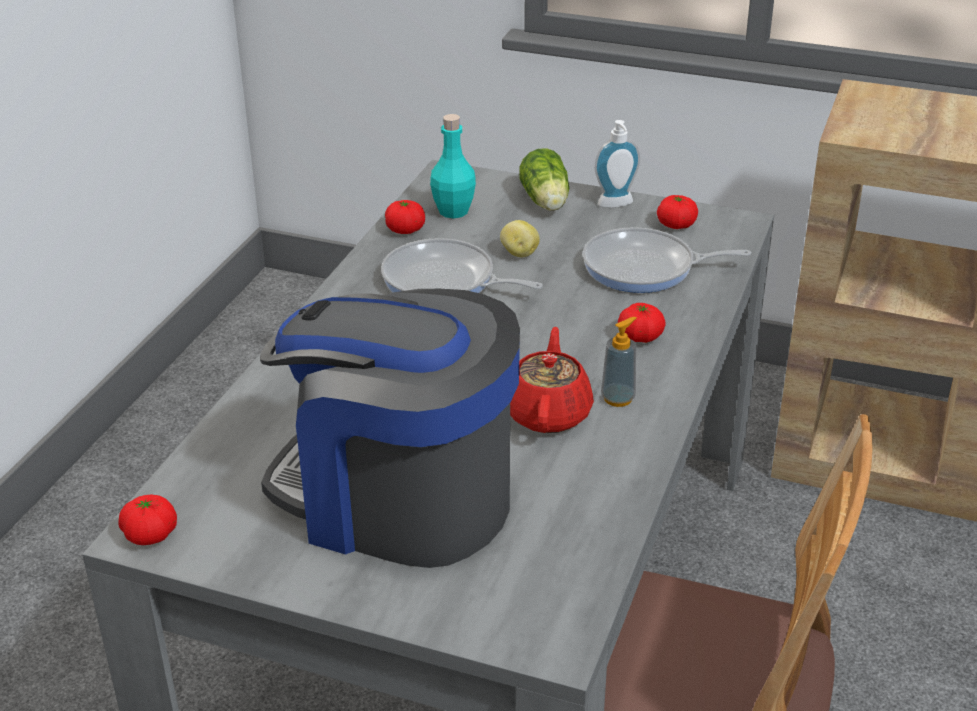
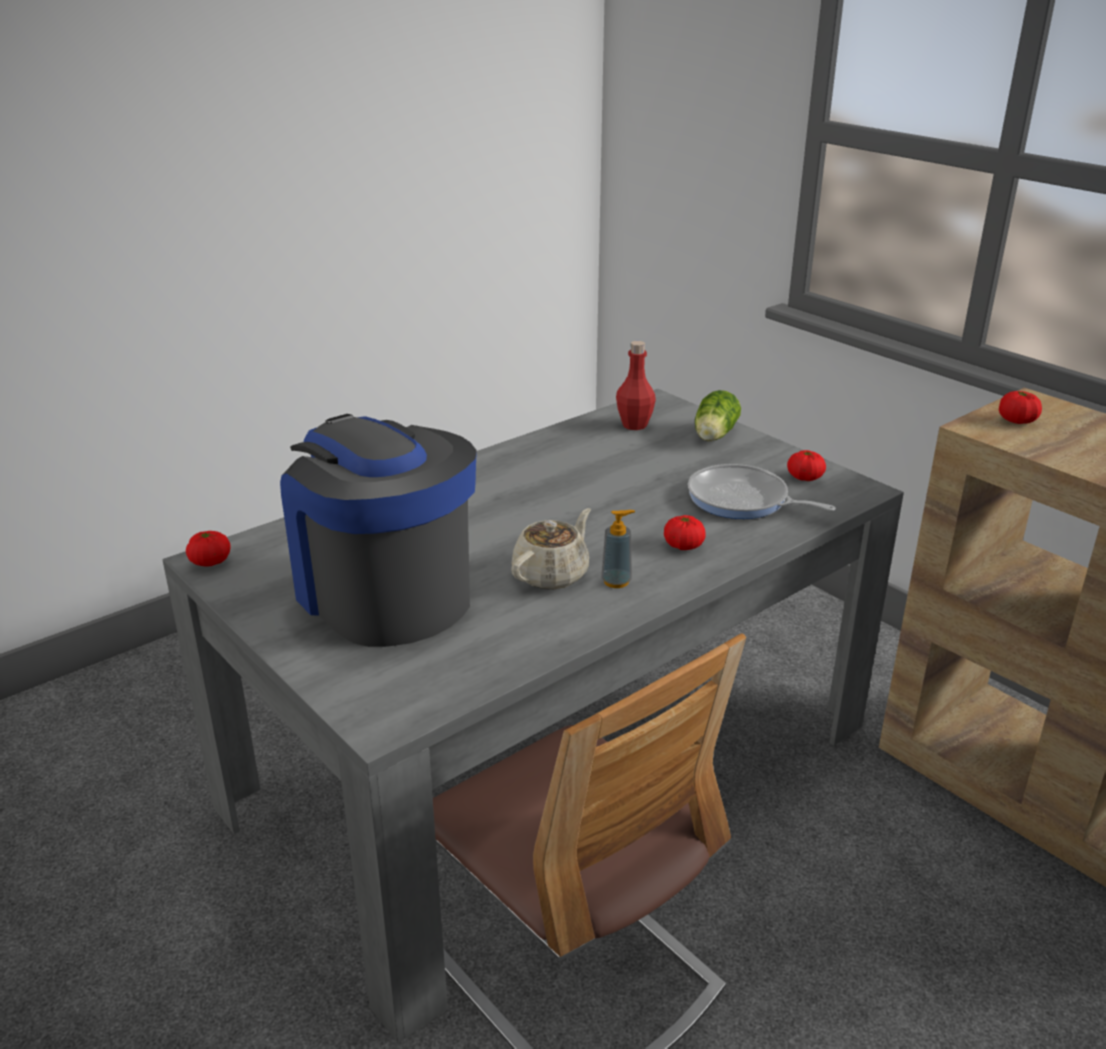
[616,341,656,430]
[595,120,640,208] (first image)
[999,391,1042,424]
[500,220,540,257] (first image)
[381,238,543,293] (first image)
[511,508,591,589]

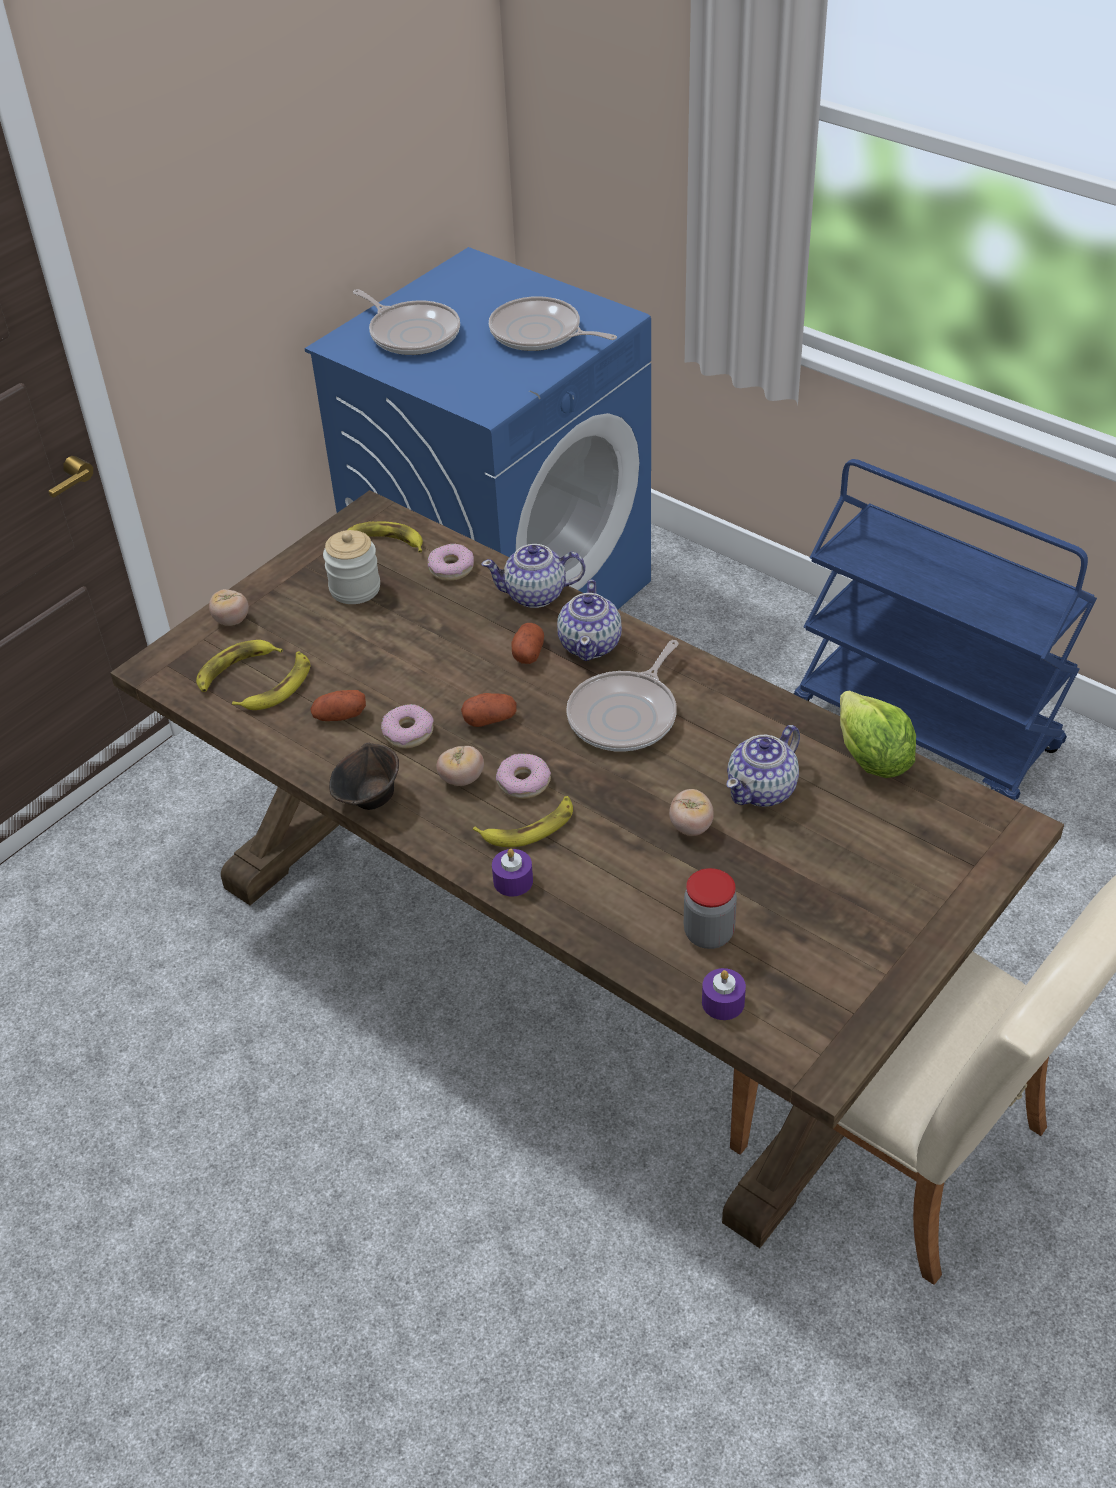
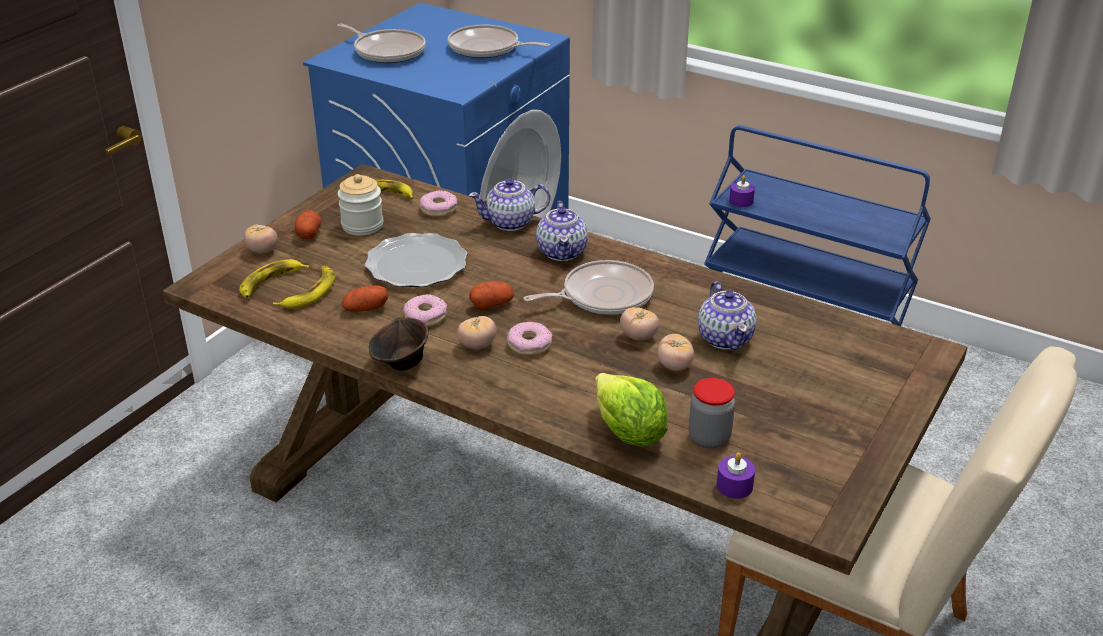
[295,210,321,239]
[523,260,654,315]
[595,373,668,447]
[698,282,757,350]
[473,796,573,847] (first image)
[729,175,755,207]
[365,233,468,287]
[620,307,659,340]

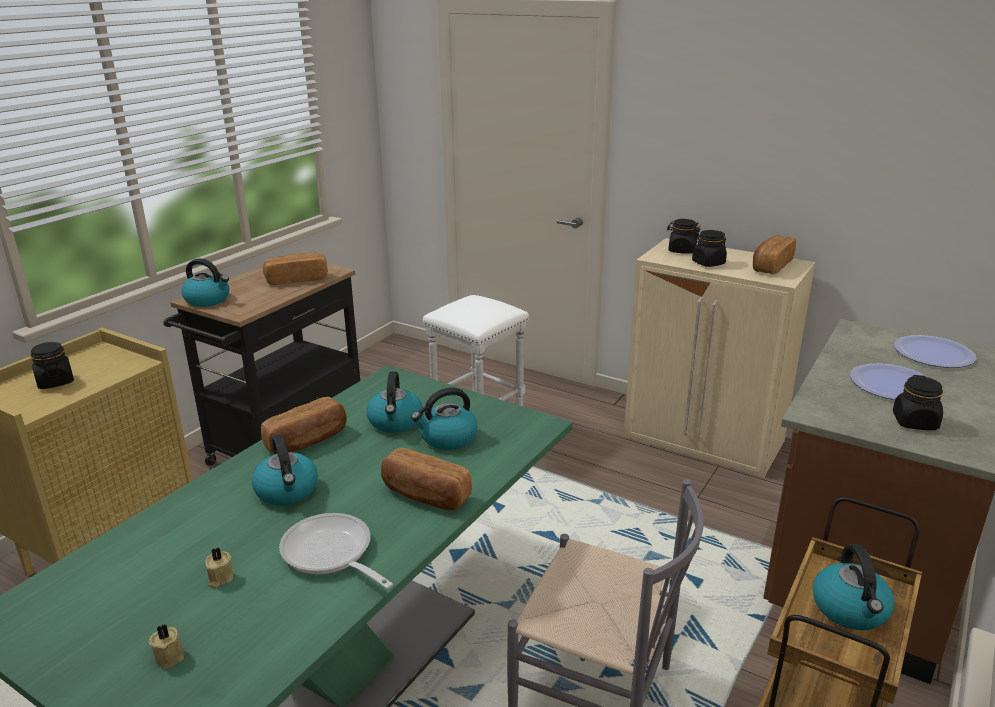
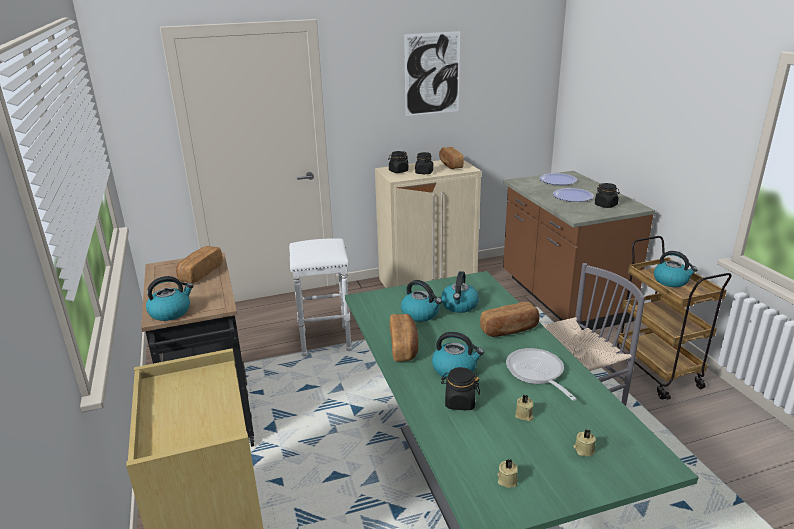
[441,367,480,410]
[506,348,577,401]
[404,31,460,116]
[497,459,518,488]

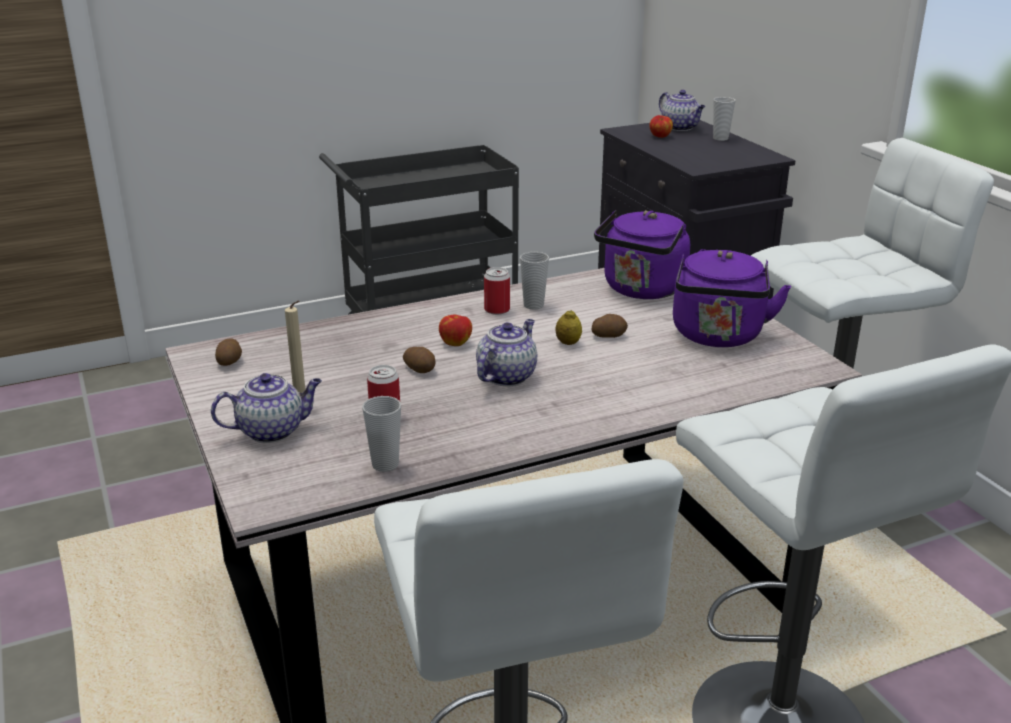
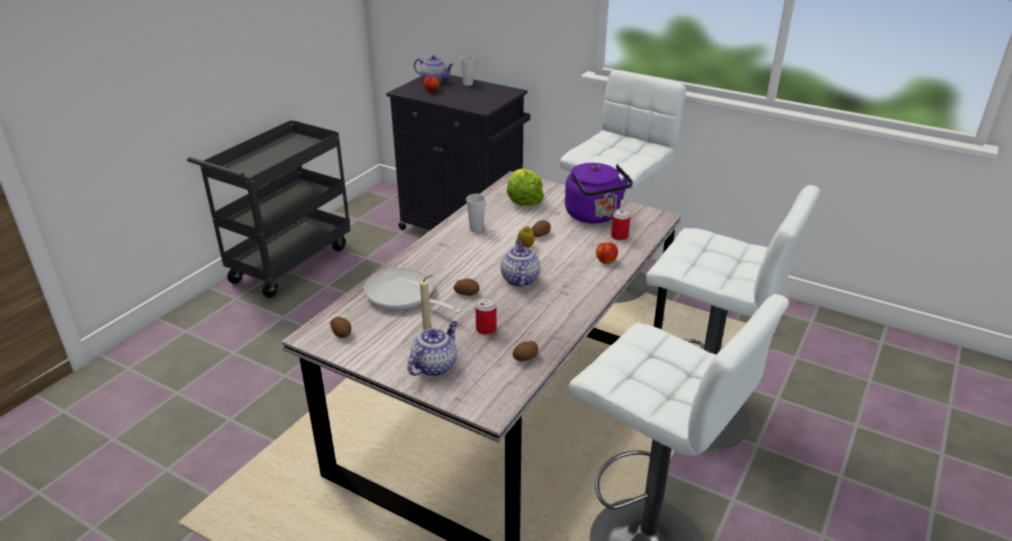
[507,168,544,206]
[611,209,631,241]
[596,242,618,264]
[513,341,538,361]
[364,267,462,313]

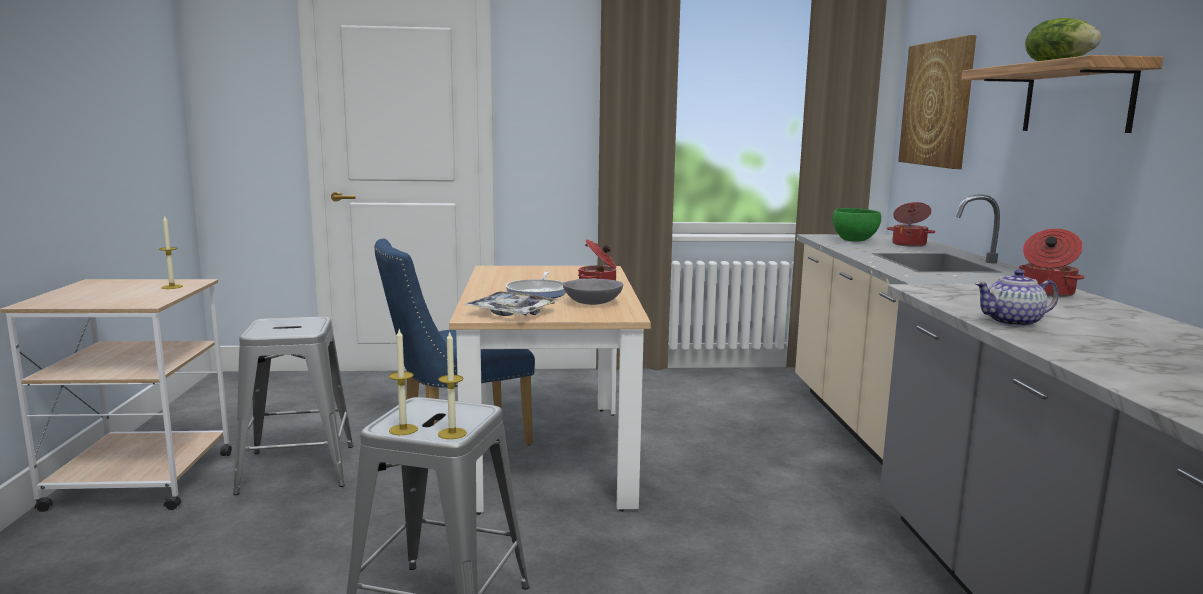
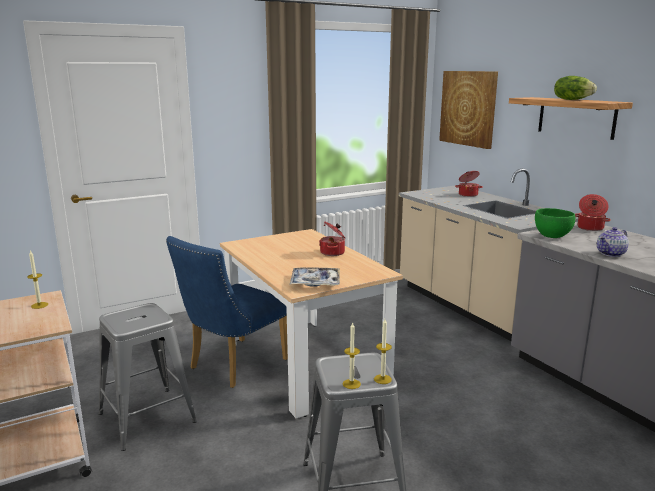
[535,208,575,238]
[506,271,566,298] (first image)
[563,278,623,305] (first image)

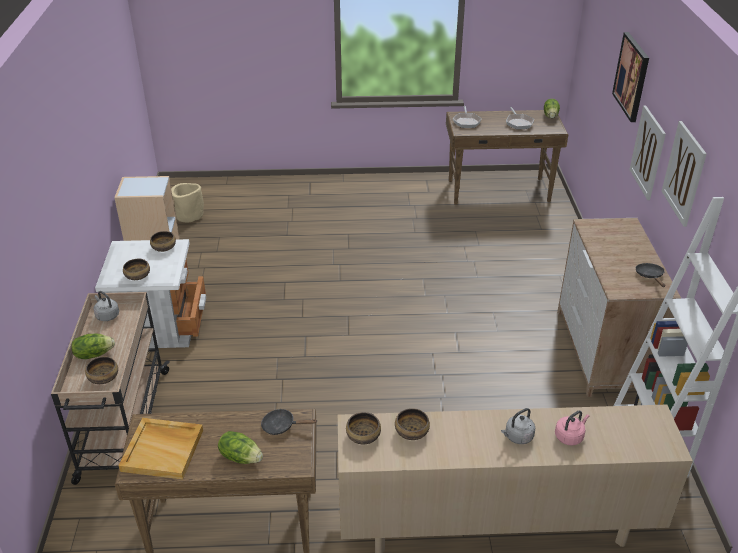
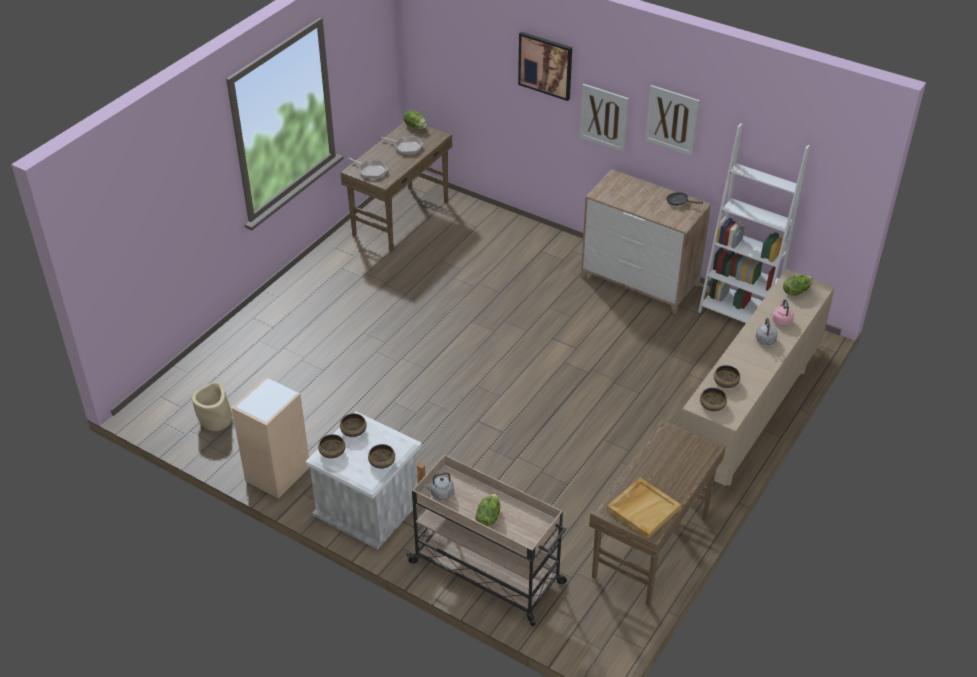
[318,434,346,459]
[261,409,318,435] (first image)
[783,274,813,296]

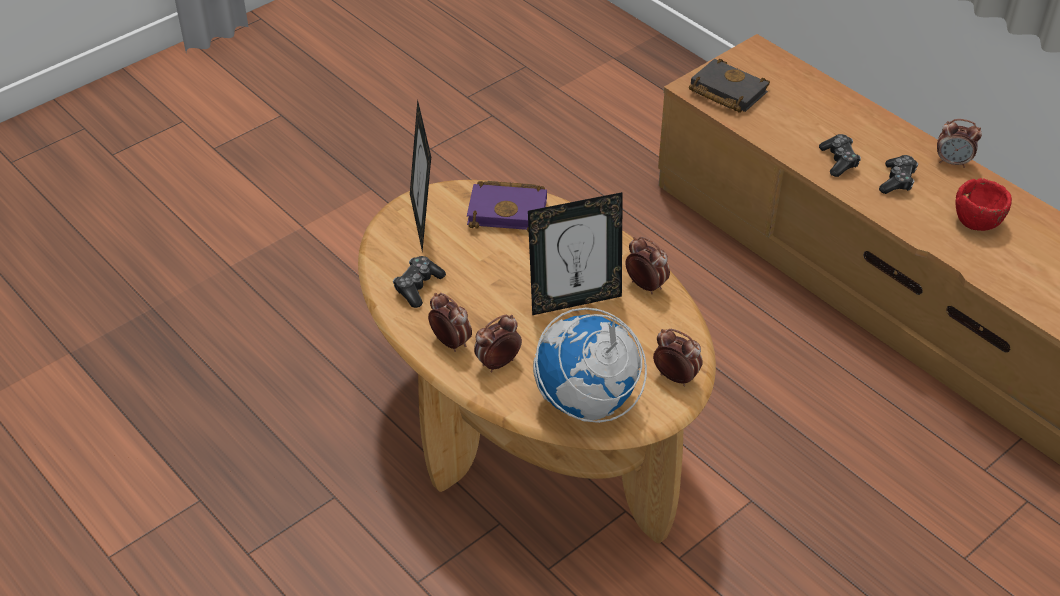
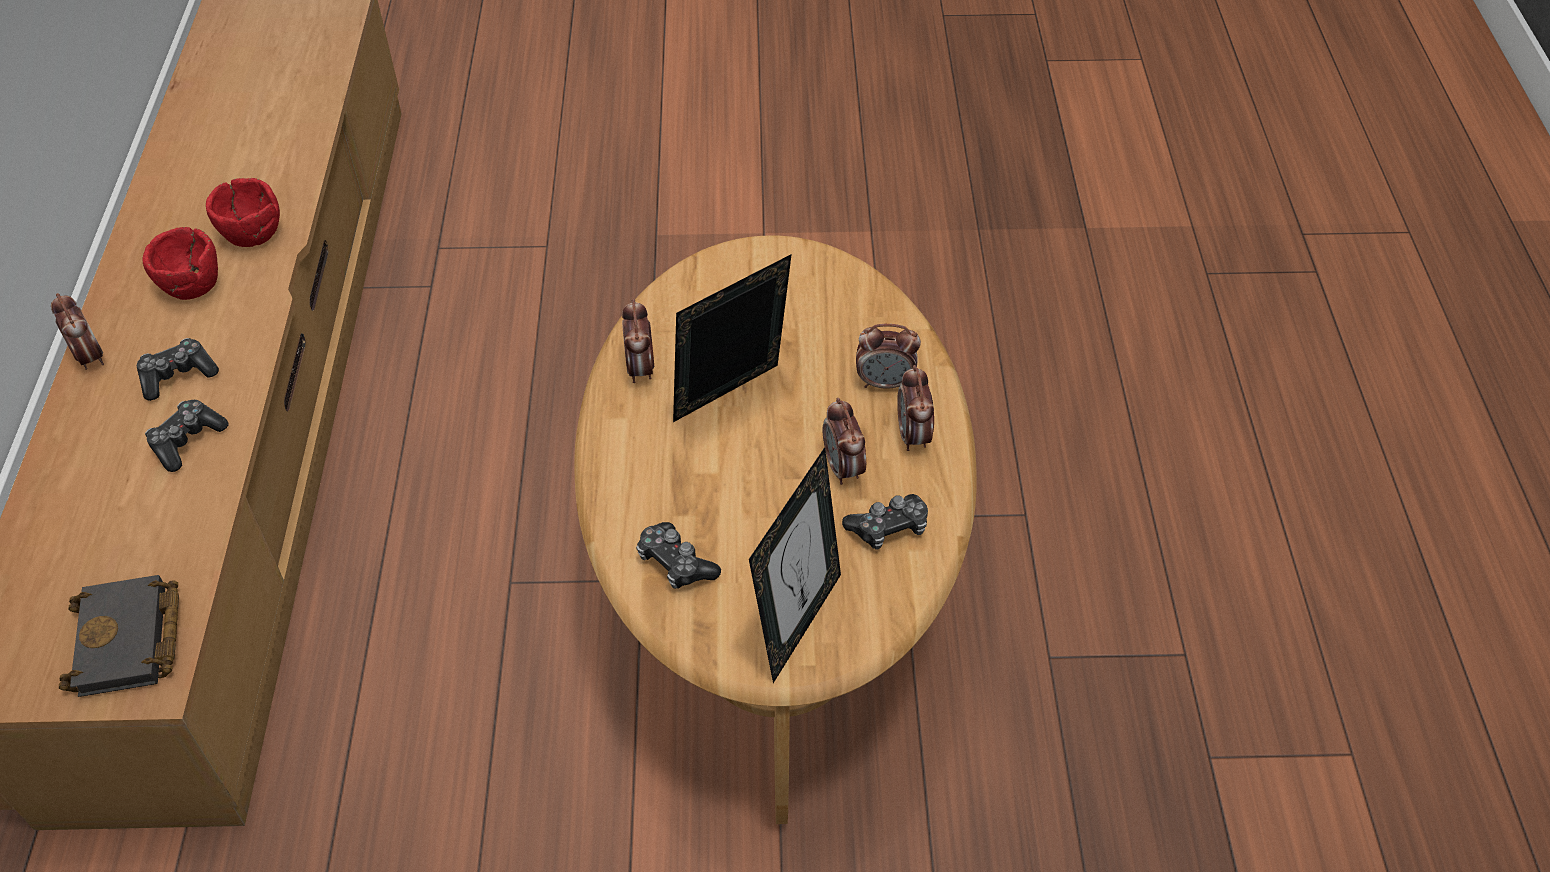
[636,522,721,589]
[673,254,792,422]
[533,308,647,423] (first image)
[823,398,866,485]
[206,178,280,247]

